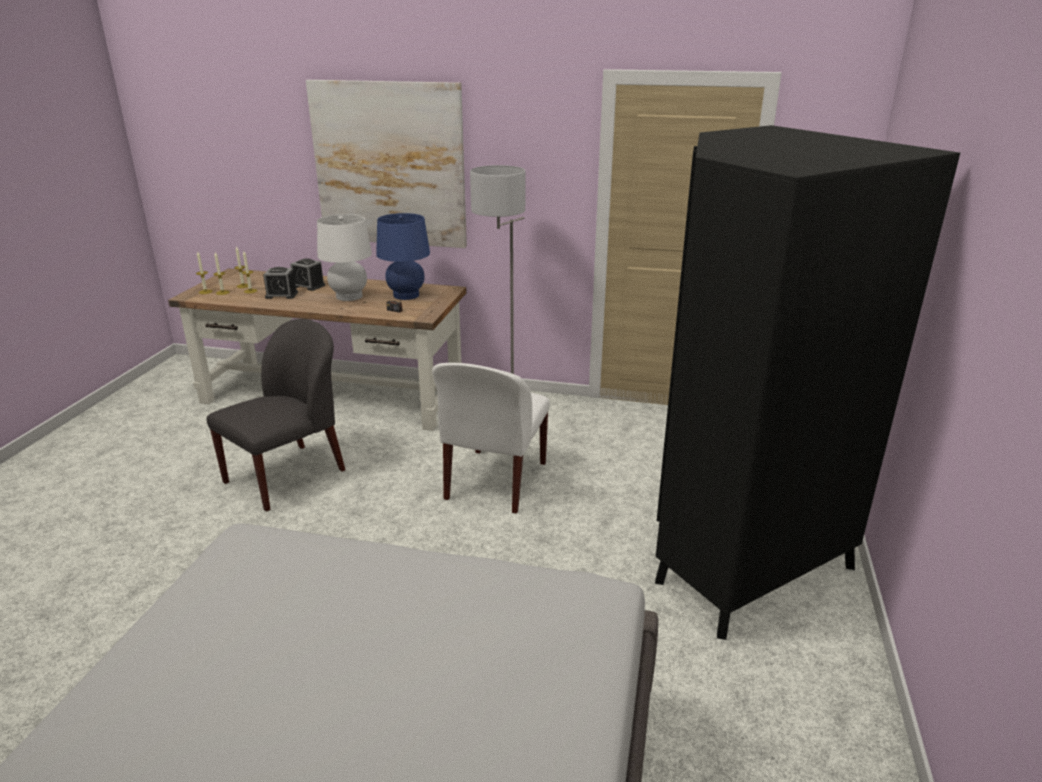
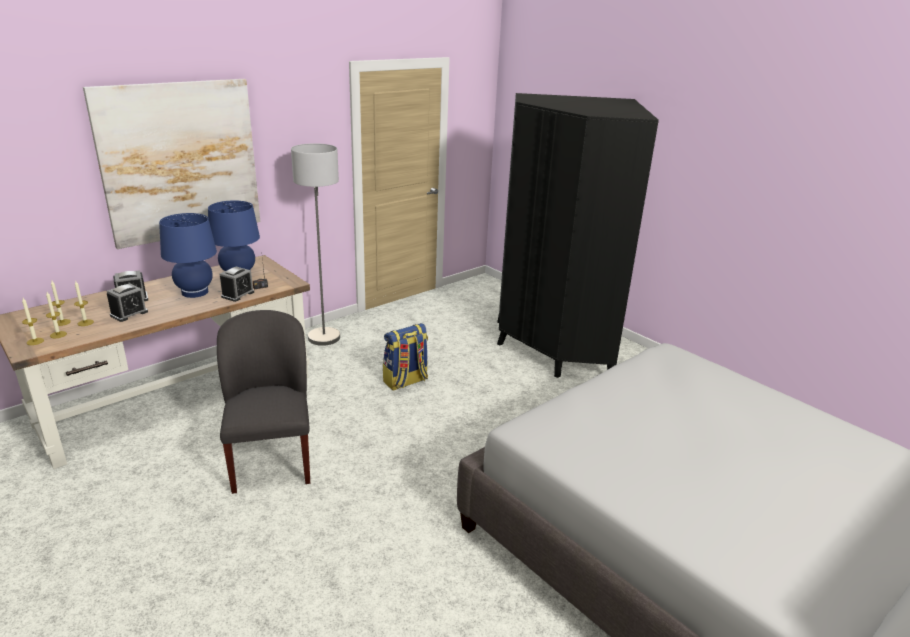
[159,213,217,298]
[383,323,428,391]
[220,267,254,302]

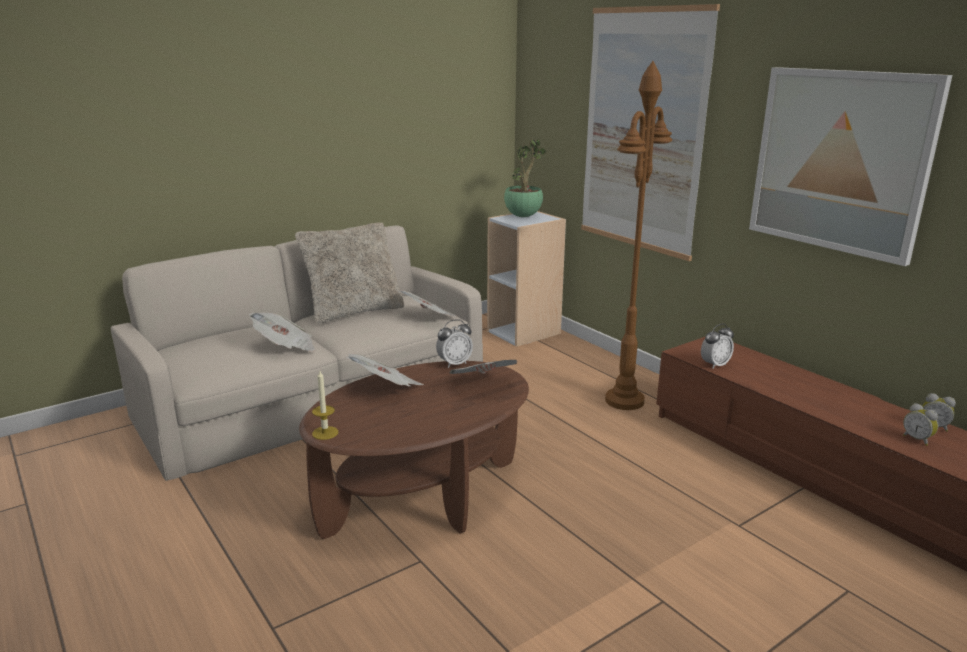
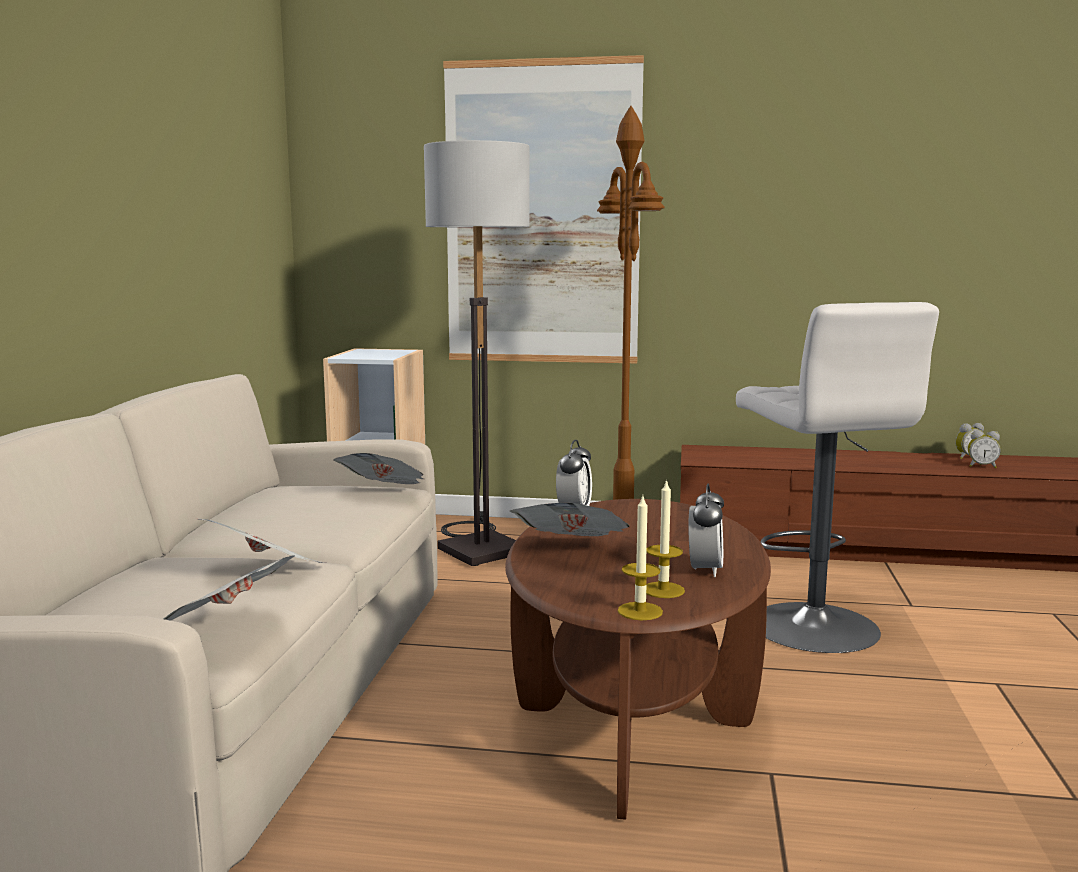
[749,67,952,266] (first image)
[504,139,546,217] (first image)
[295,222,404,324] (first image)
[688,484,724,577]
[164,555,295,621]
[424,140,529,566]
[736,302,939,653]
[646,479,685,598]

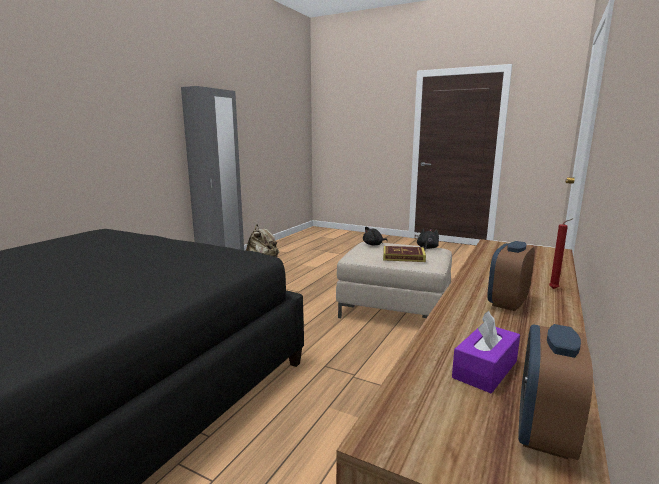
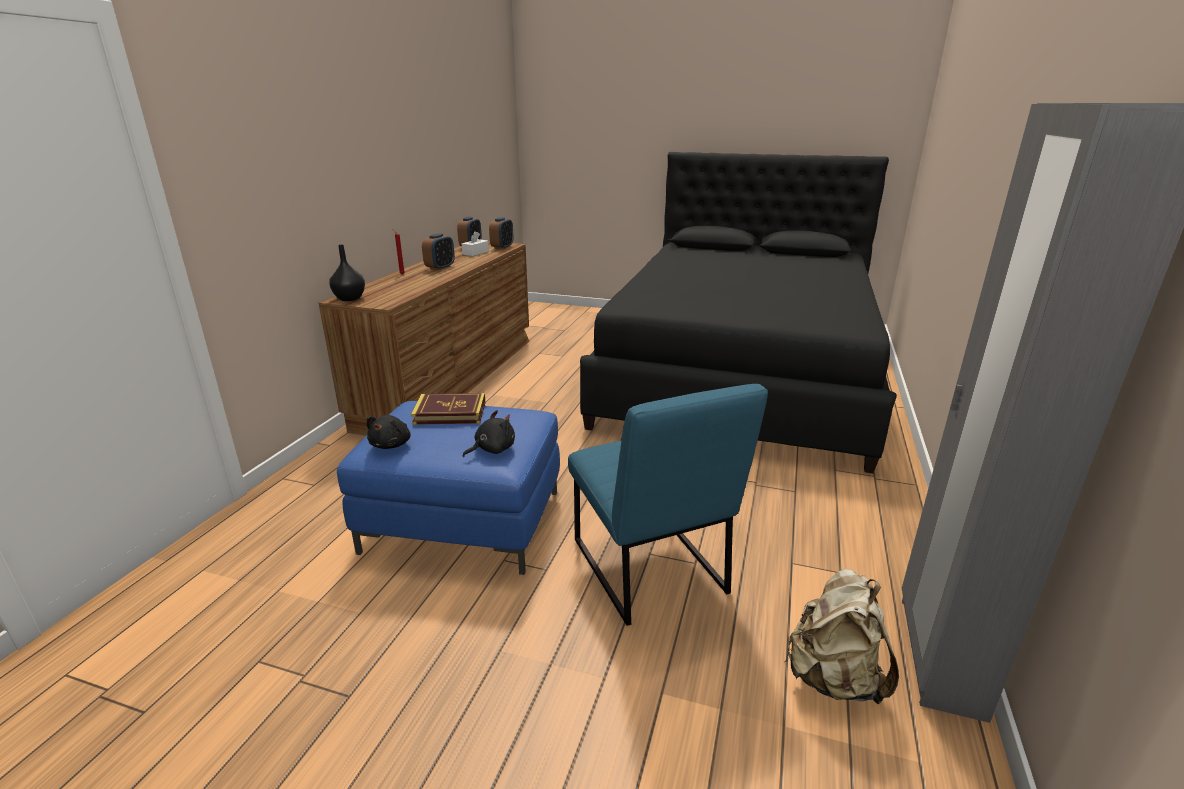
[337,401,560,575]
[462,231,489,256]
[489,217,514,249]
[329,245,365,301]
[568,384,768,626]

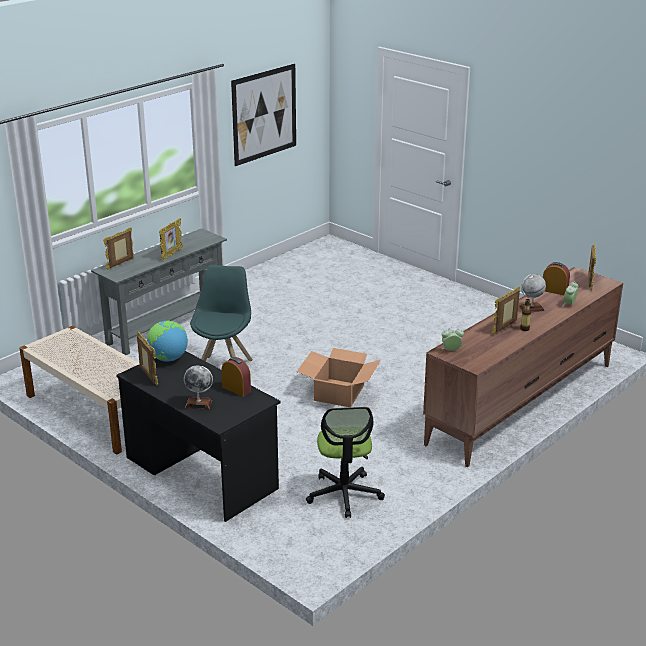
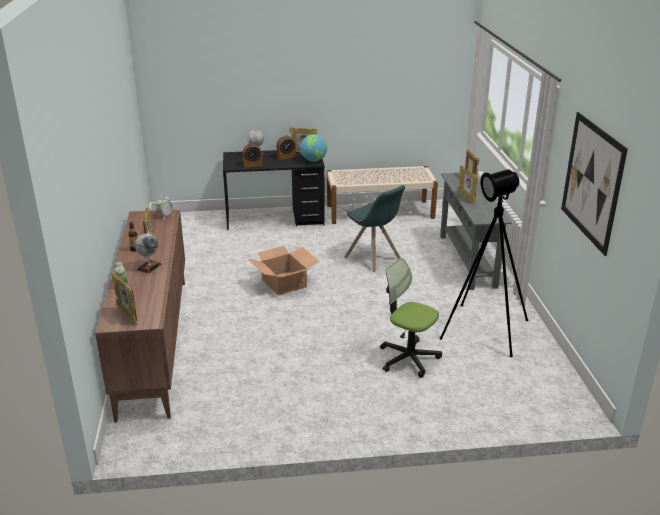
[277,136,296,160]
[380,258,442,378]
[440,169,528,357]

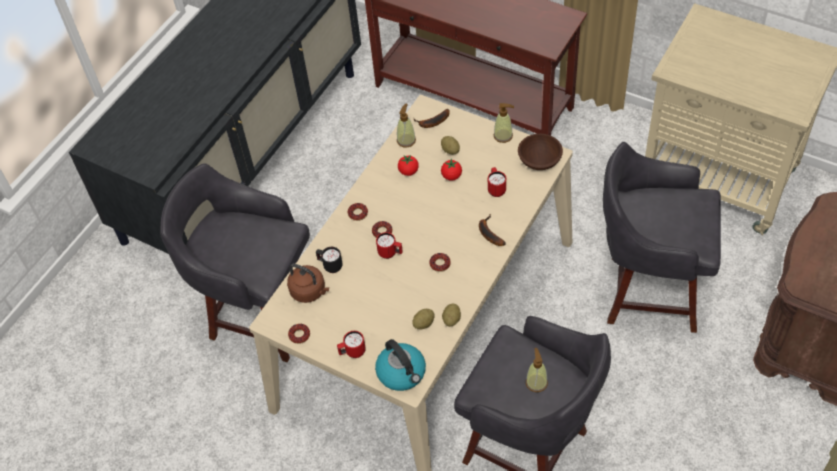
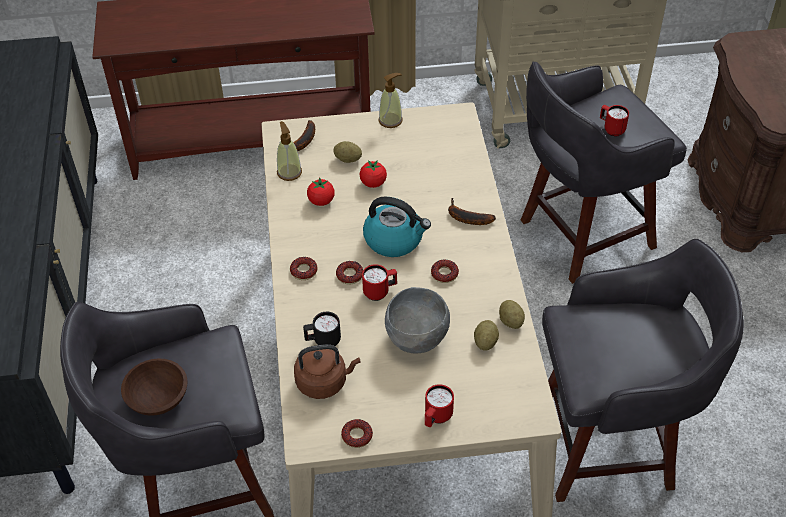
[121,358,187,416]
[600,105,629,136]
[363,197,431,257]
[526,348,548,392] (first image)
[385,287,450,354]

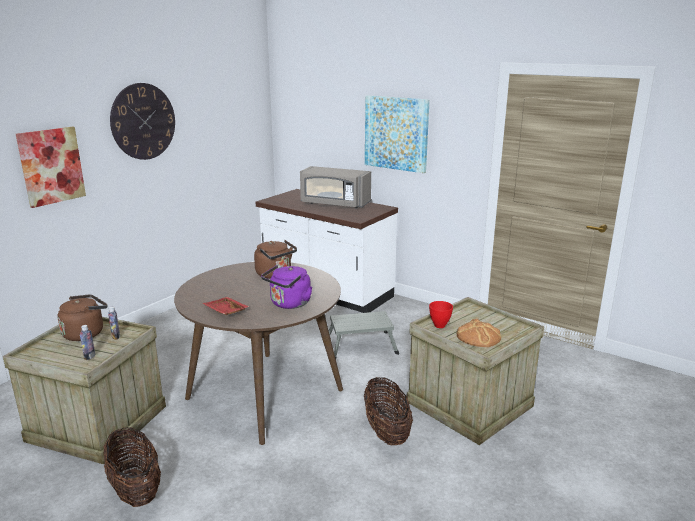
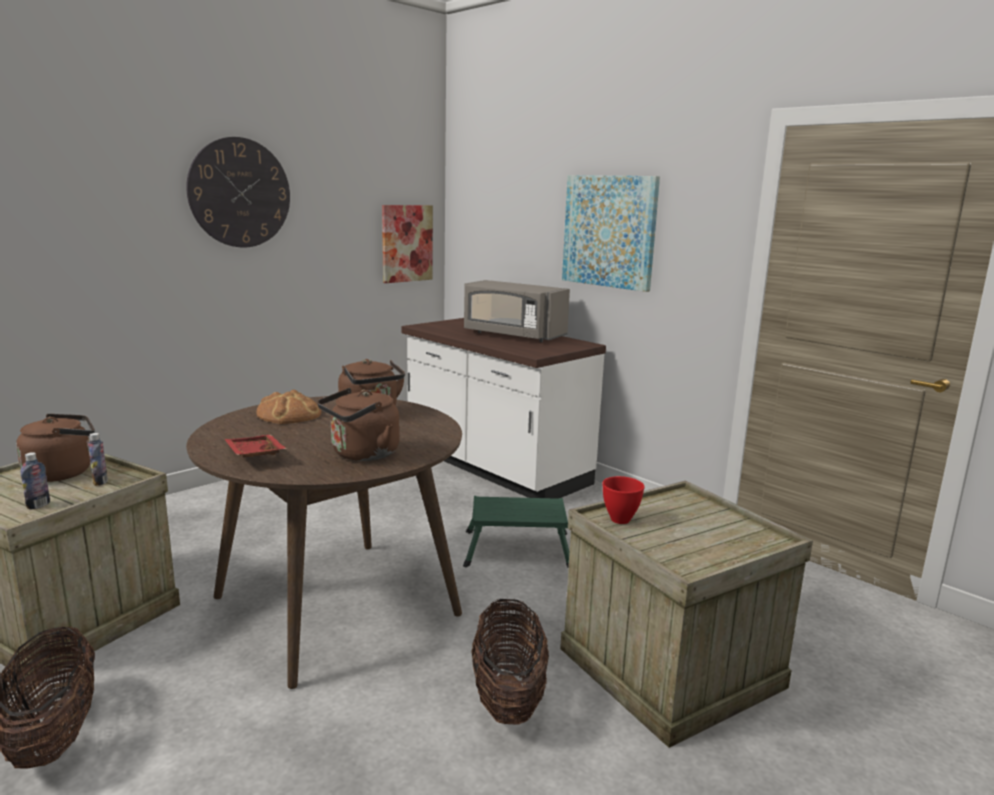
[382,205,433,283]
[317,388,400,461]
[463,496,569,568]
[256,389,321,424]

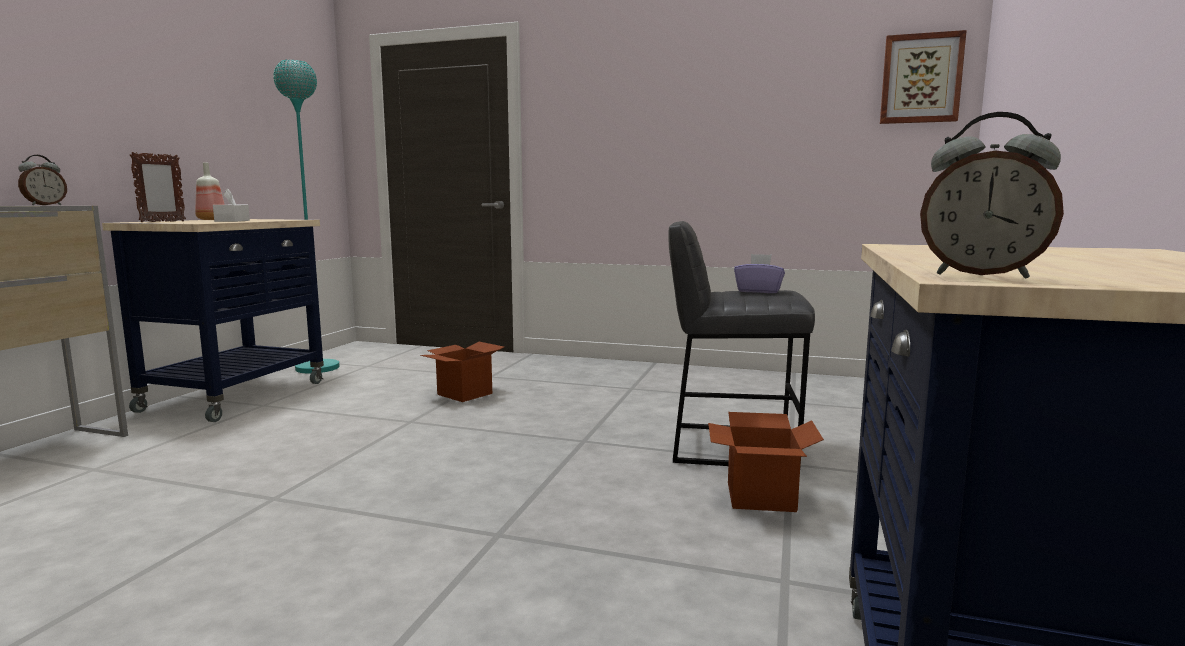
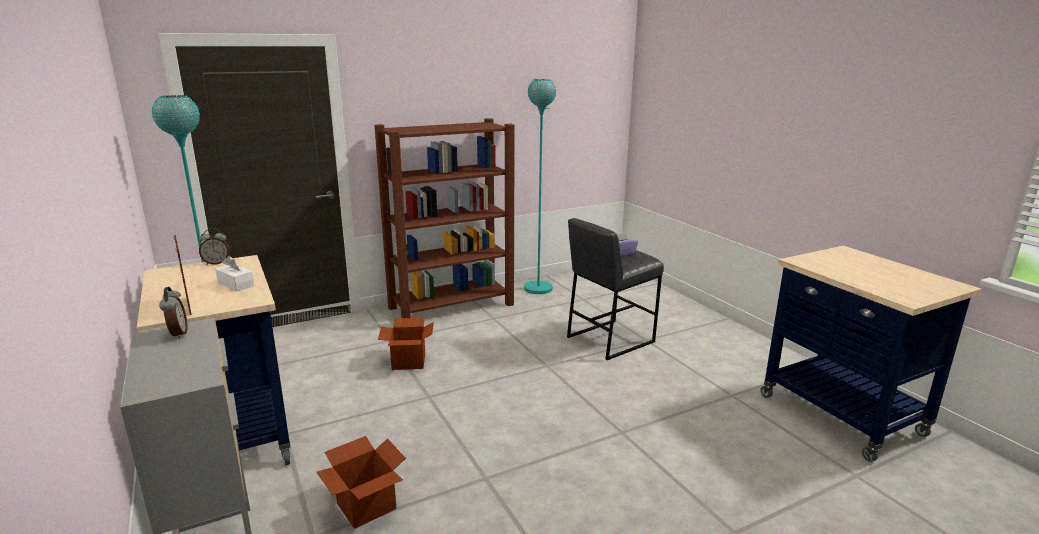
[880,30,967,124] (first image)
[199,228,230,265]
[195,163,225,220] (first image)
[316,436,406,529]
[524,79,556,294]
[374,118,515,318]

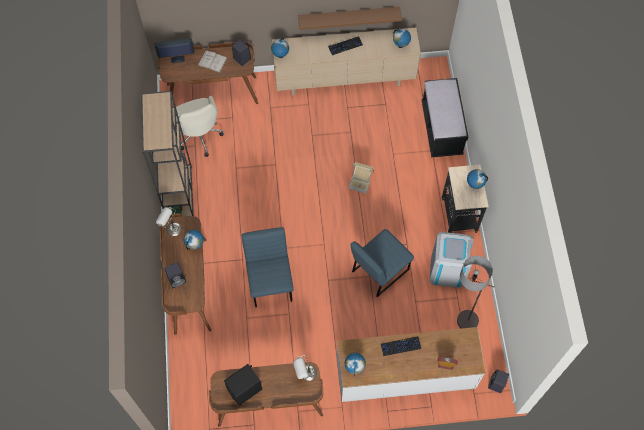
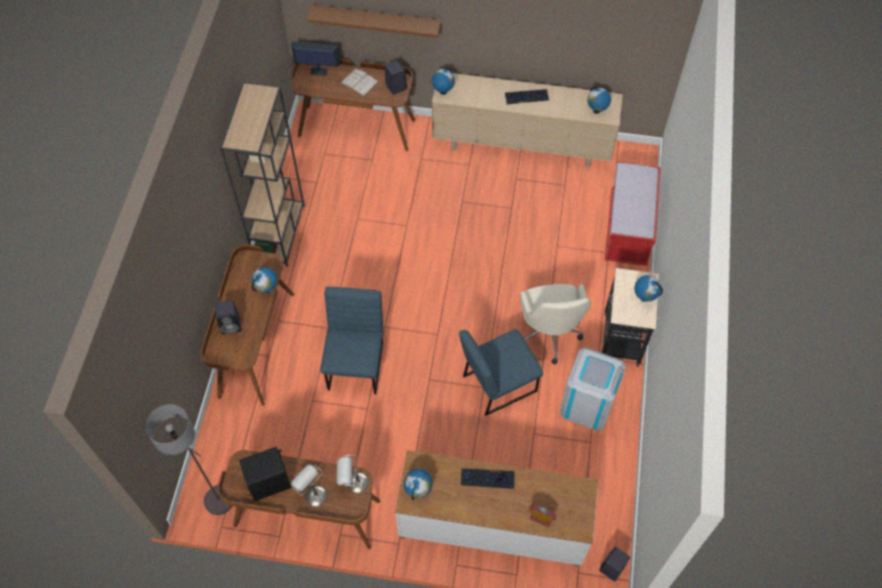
[307,5,441,38]
[605,162,661,266]
[520,284,591,365]
[349,162,374,194] (first image)
[291,464,327,507]
[146,404,232,515]

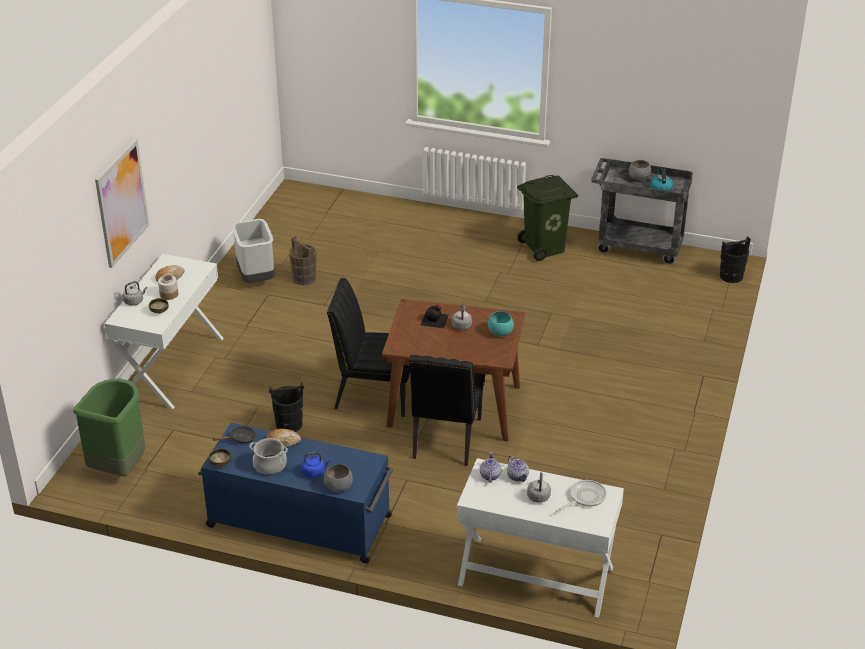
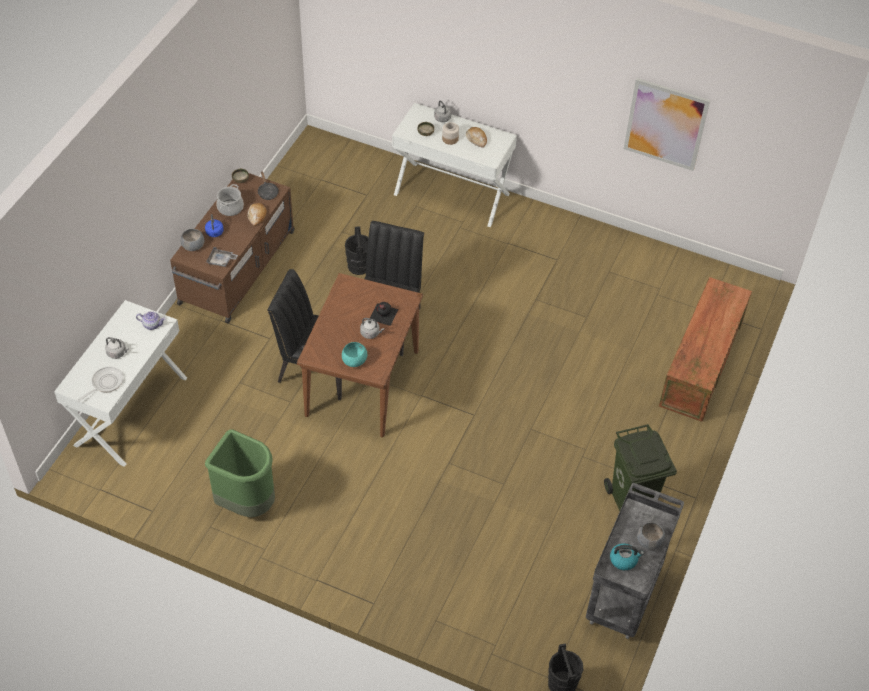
[624,78,710,171]
[232,219,275,283] (first image)
[289,236,317,285] (first image)
[205,429,275,517]
[170,173,294,323]
[507,455,529,482] (first image)
[77,367,123,402]
[206,247,238,267]
[659,277,752,422]

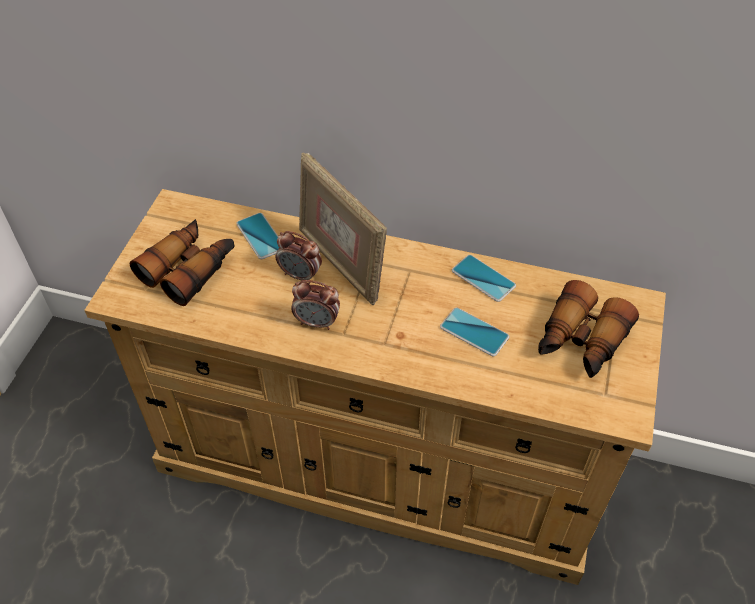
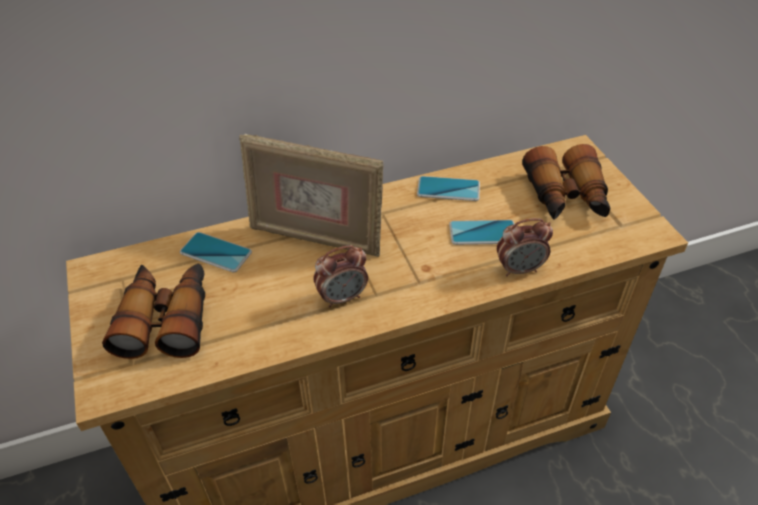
[497,218,553,276]

